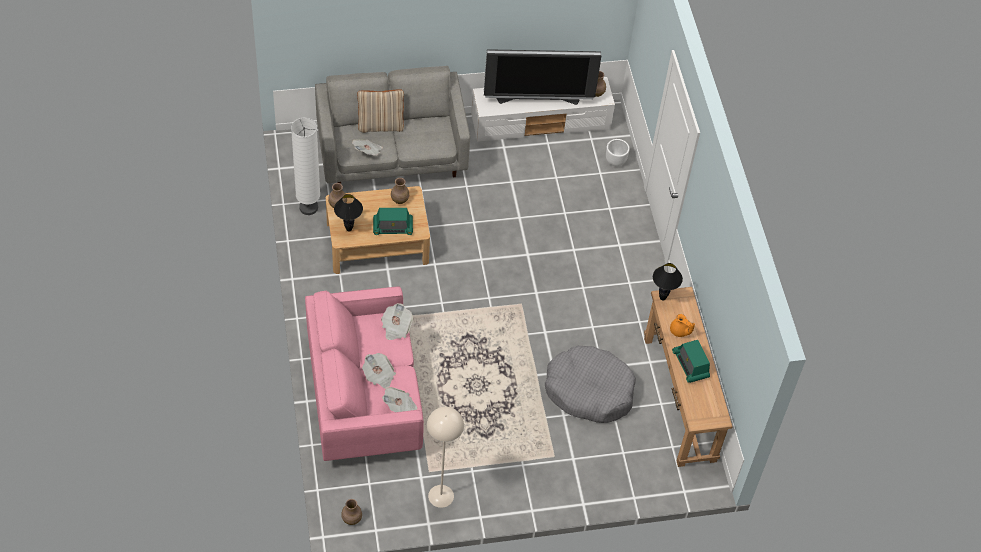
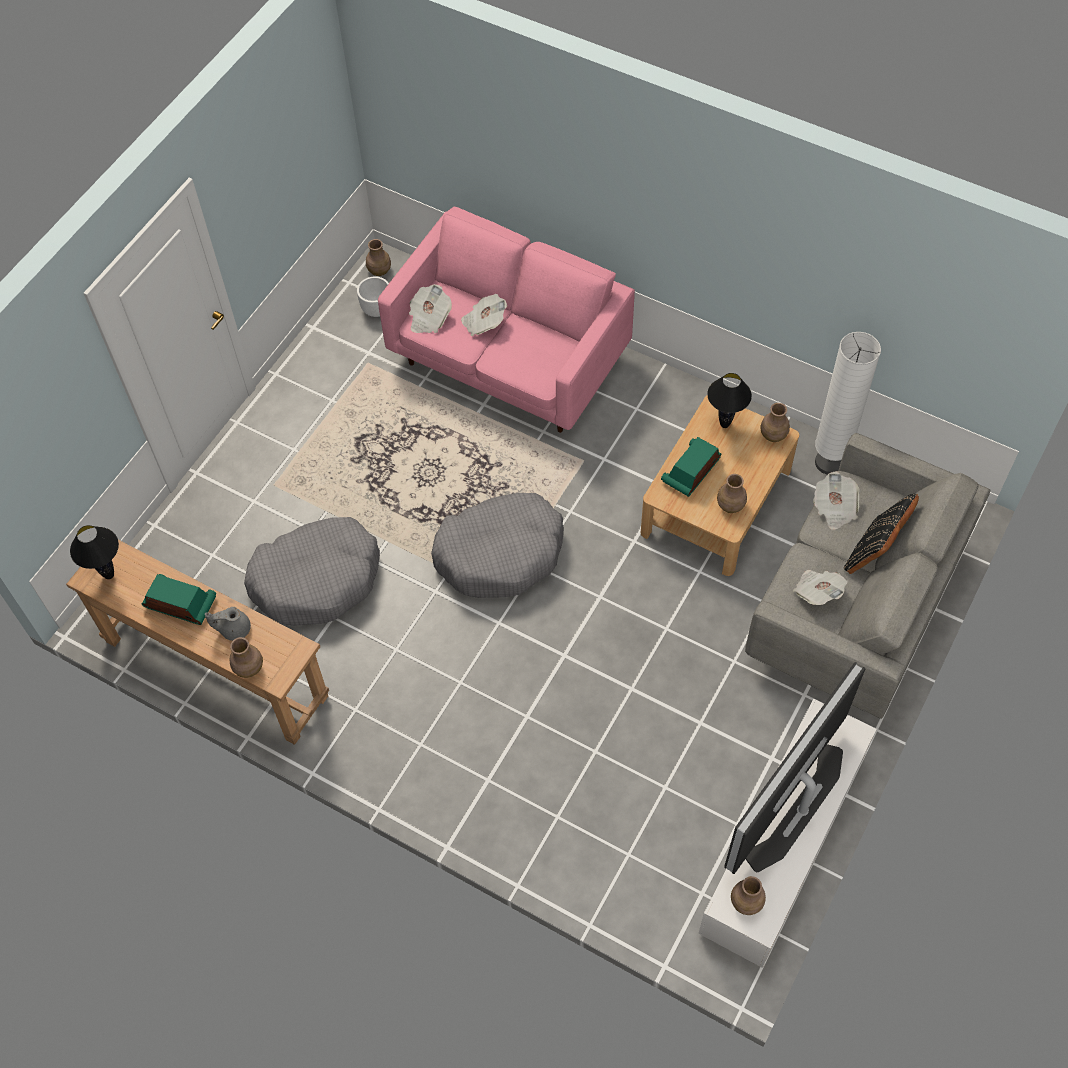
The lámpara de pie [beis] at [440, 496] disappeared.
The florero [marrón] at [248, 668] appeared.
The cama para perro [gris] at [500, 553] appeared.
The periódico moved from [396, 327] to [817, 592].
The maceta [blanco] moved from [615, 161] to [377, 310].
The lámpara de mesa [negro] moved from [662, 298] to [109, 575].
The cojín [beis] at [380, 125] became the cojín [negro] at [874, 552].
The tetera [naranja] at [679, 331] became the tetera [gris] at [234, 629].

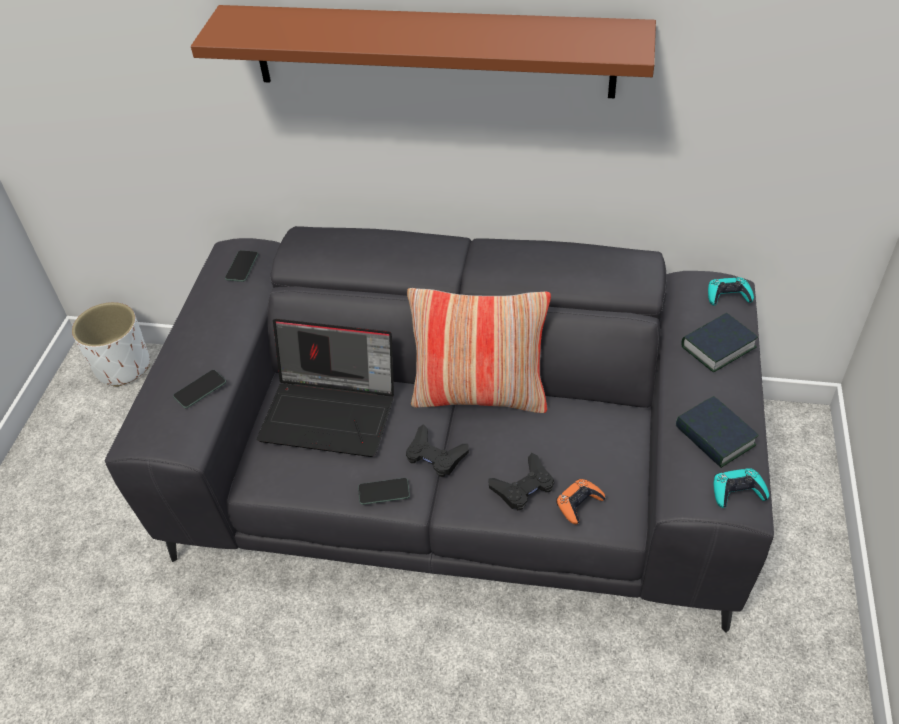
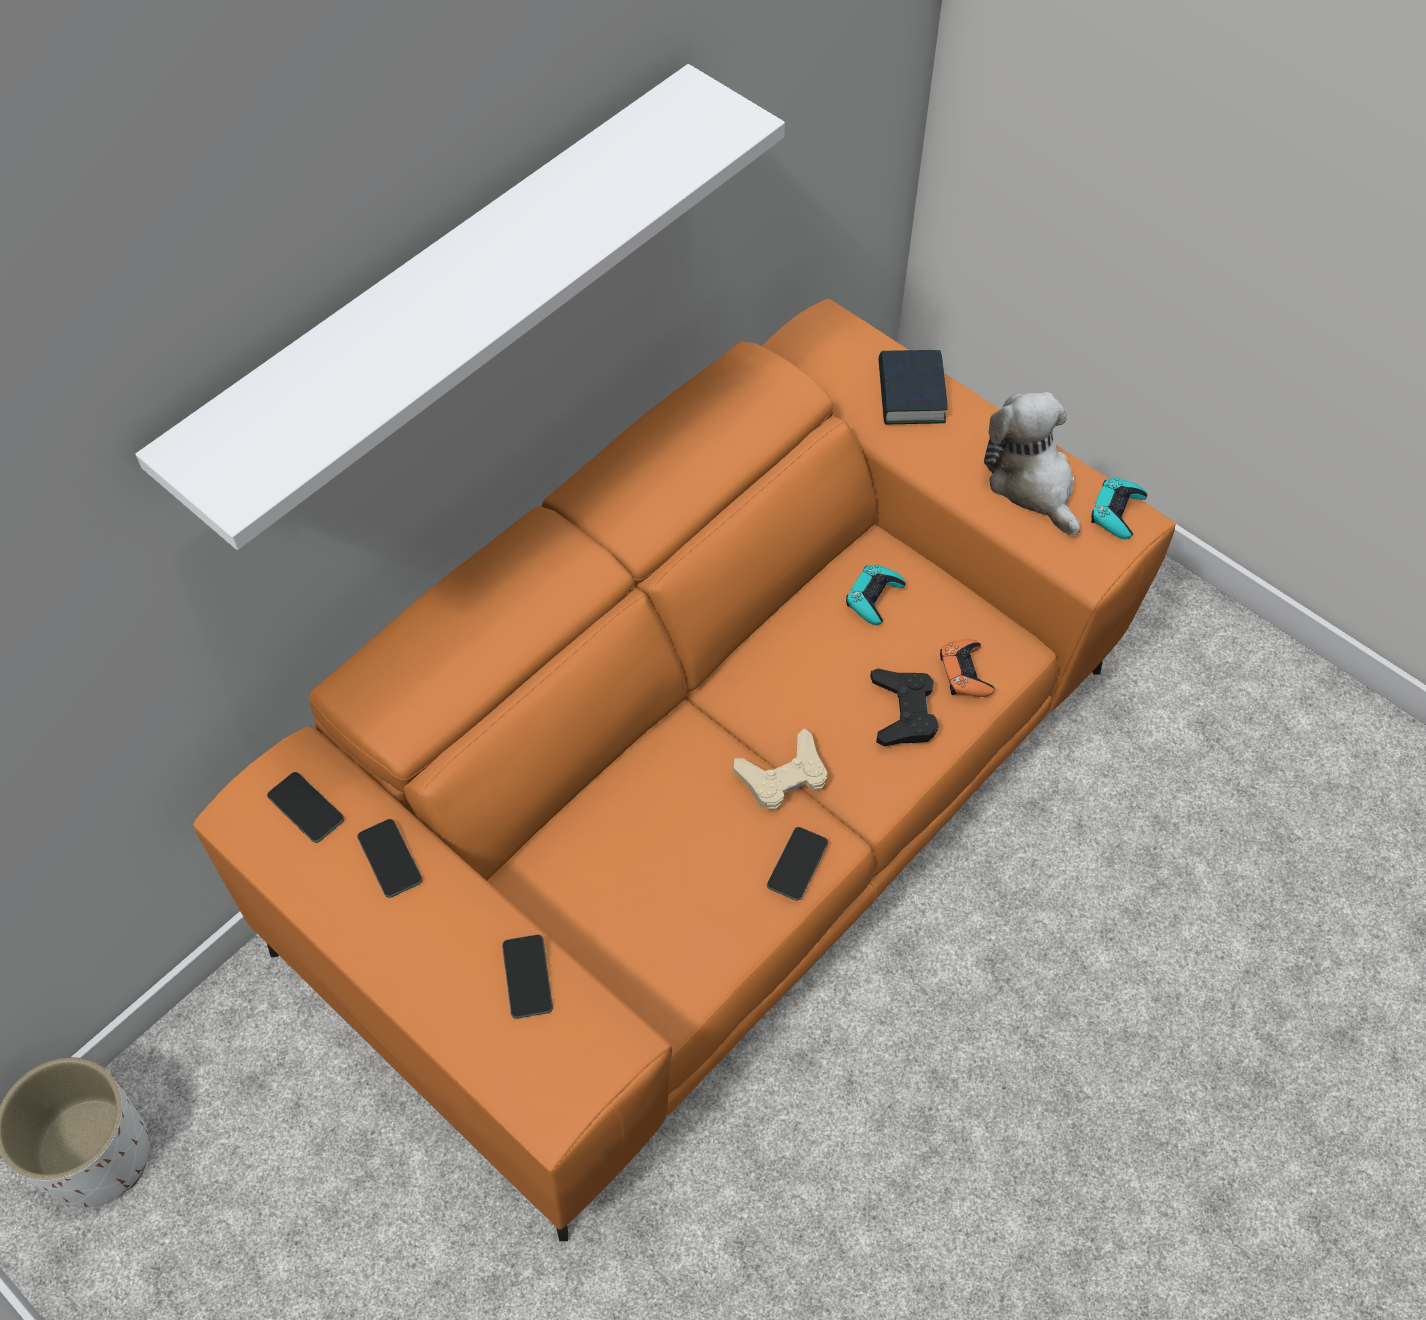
The portátil at [332, 412] disappeared.
The cojín at [480, 394] disappeared.
The móvil at [390, 858] appeared.
The mando de consola [turquesa] moved from [728, 295] to [874, 598].
The libro at [714, 437] was replaced by the peluche at [1032, 482].
The sofá [gris] at [459, 483] became the sofá [naranja] at [710, 808].
The estante [marrón] at [432, 51] became the estante [blanco] at [444, 292].
The mando de consola [negro] at [435, 455] became the mando de consola [beis] at [783, 776].

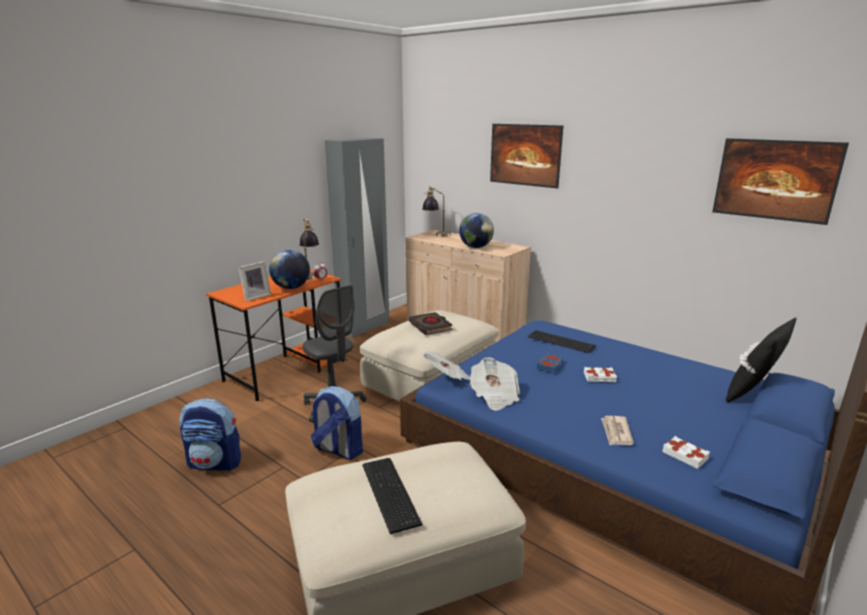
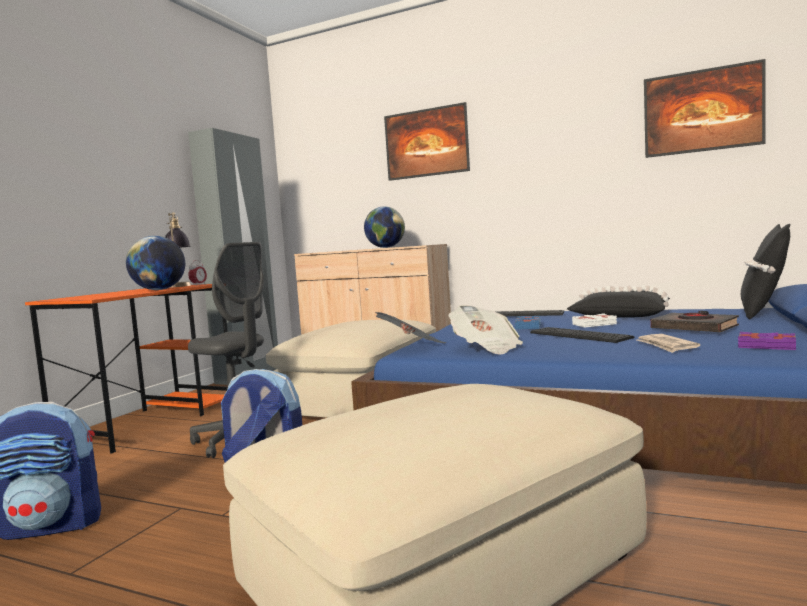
The portarretratos at [255, 296] disappeared.
The lámpara de mesa at [436, 234] disappeared.
The cojín [negro] at [621, 315] appeared.
The teclado moved from [388, 494] to [579, 335].
The libro [negro] moved from [430, 326] to [694, 328].
The libro [blanco] at [685, 455] became the libro [morado] at [766, 346].

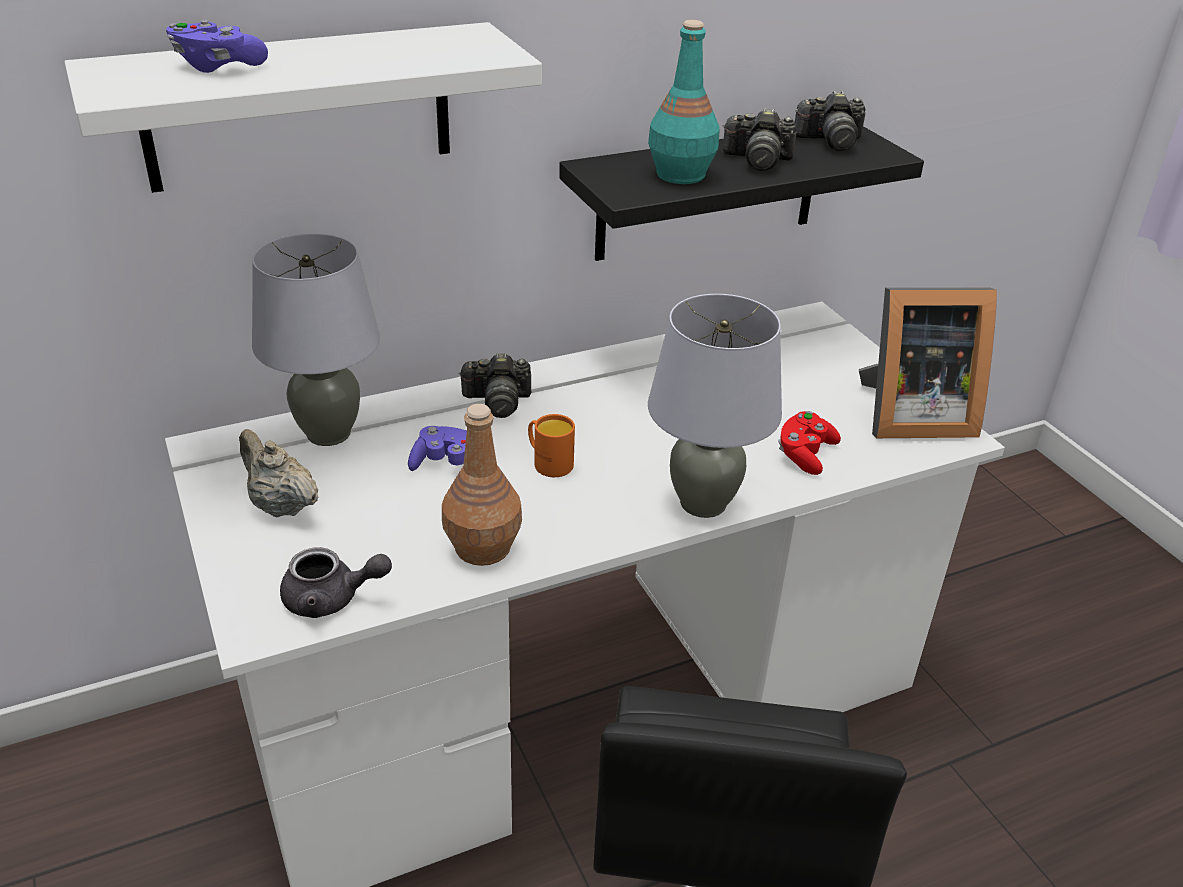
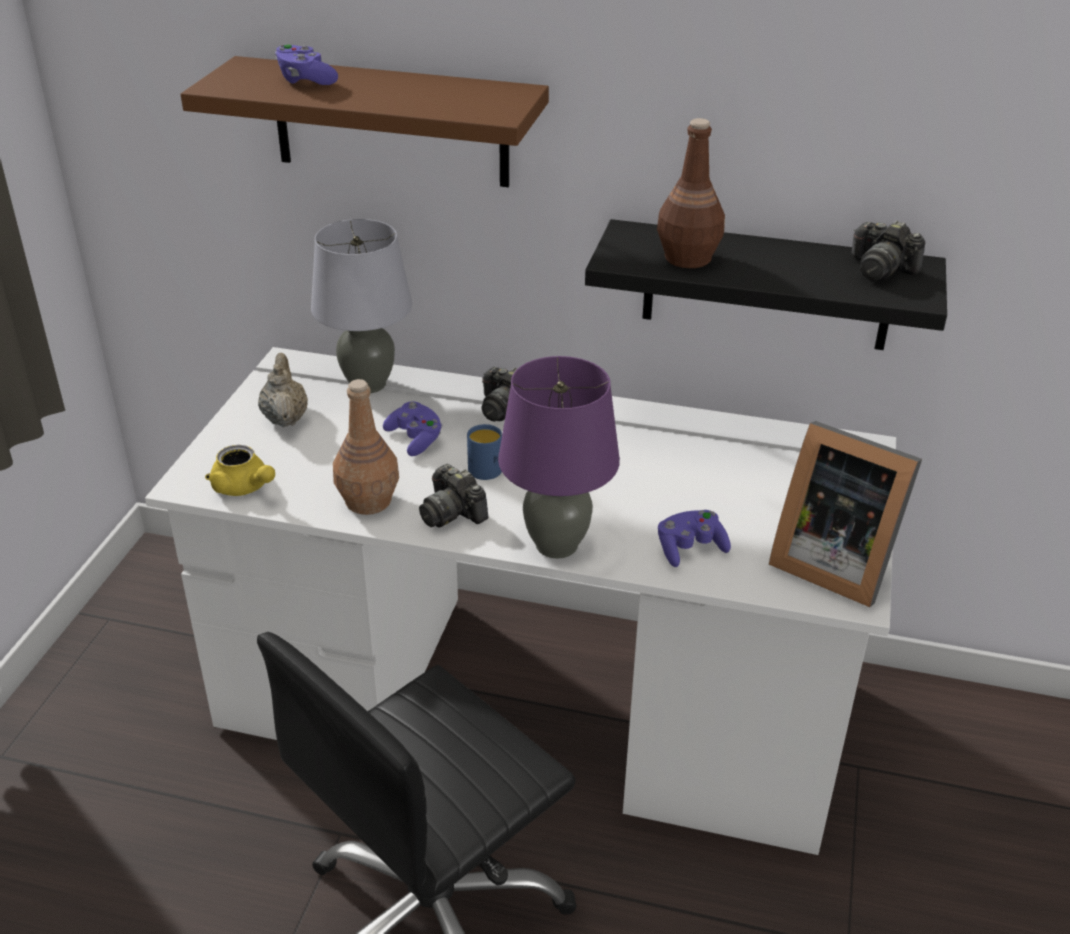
The cámara moved from [757, 160] to [452, 513].
The estante [blanco] at [299, 107] became the estante [marrón] at [390, 122].
The tetera [gris] at [331, 599] became the tetera [amarillo] at [244, 488].
The taza grande [naranja] at [548, 463] became the taza grande [azul] at [484, 466].
The botella [turquesa] at [680, 174] became the botella [marrón] at [687, 257].
The lámpara de mesa [gris] at [702, 503] became the lámpara de mesa [morado] at [556, 545].
The mando de consola [rojo] at [805, 454] became the mando de consola [morado] at [690, 549].

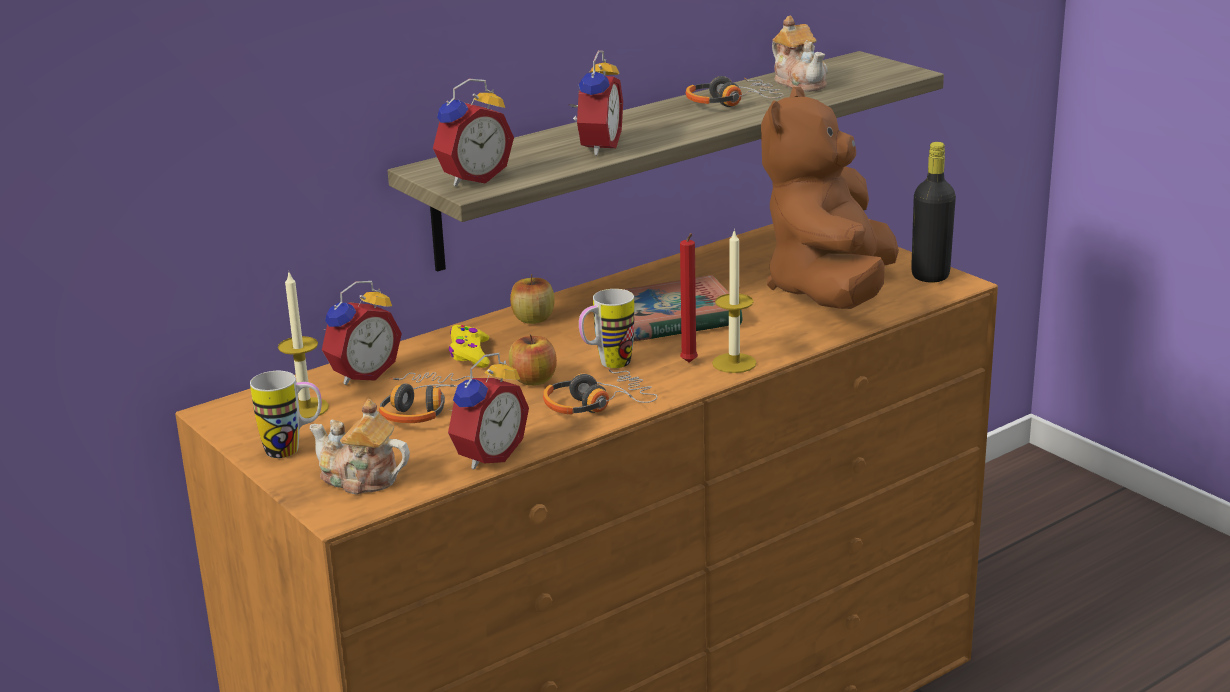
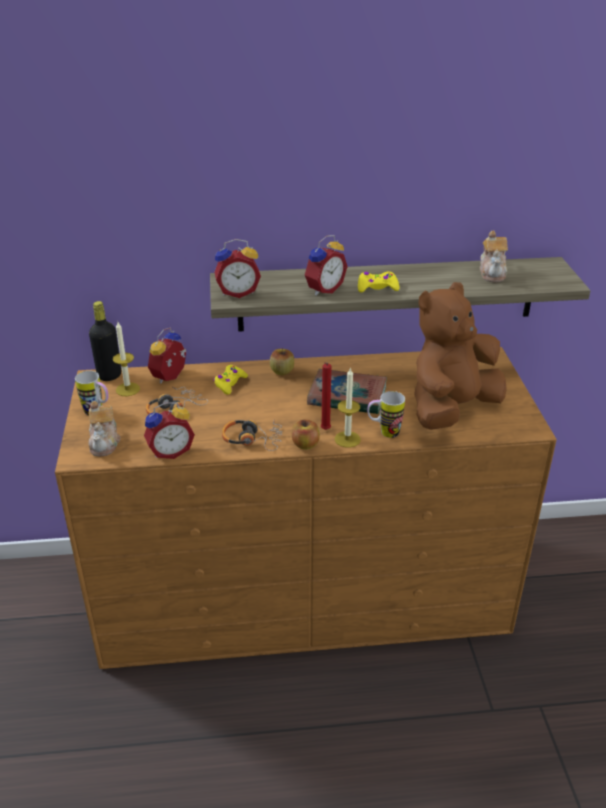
The auriculares at [731, 102] disappeared.
The mando de consola [amarillo] at [377, 287] appeared.
The manzana moved from [534, 380] to [305, 445].
The taza grande moved from [607, 365] to [384, 433].
The botella [negro] moved from [930, 276] to [109, 375].
The tetera at [360, 479] turned 150 degrees counterclockwise.
The despertador at [362, 374] turned 135 degrees clockwise.

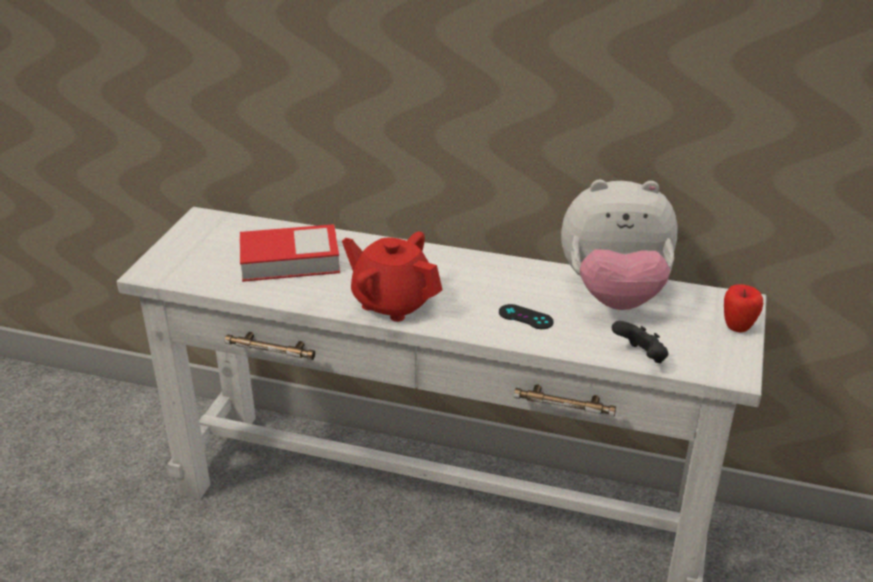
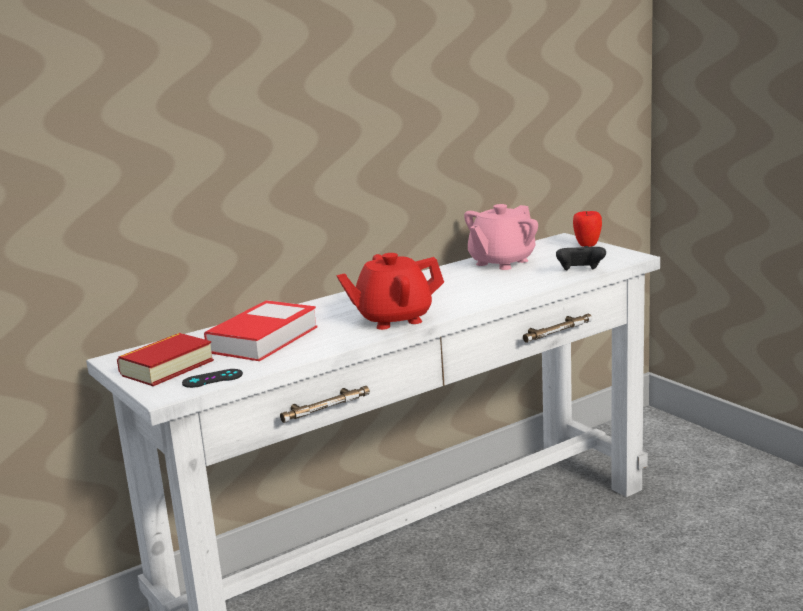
The libro at [167, 368] appeared.
The mando de consola [negro] moved from [525, 317] to [212, 379].
The peluche at [614, 295] was replaced by the tetera [rosa] at [501, 262].

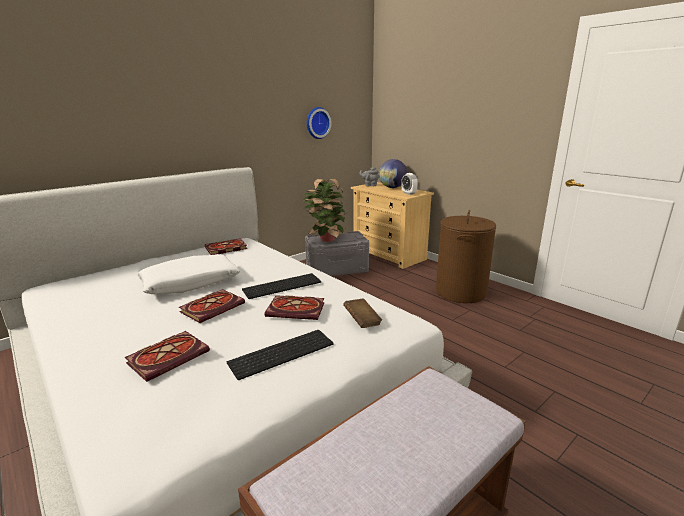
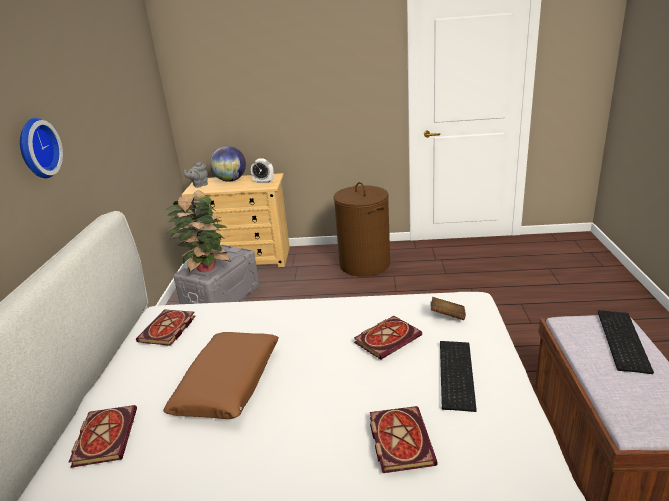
The libro moved from [213, 307] to [104, 436].
The teclado moved from [282, 285] to [620, 339].
The reloj de pared moved from [317, 123] to [36, 148].
The cojín [blanco] at [190, 283] became the cojín [marrón] at [228, 383].

